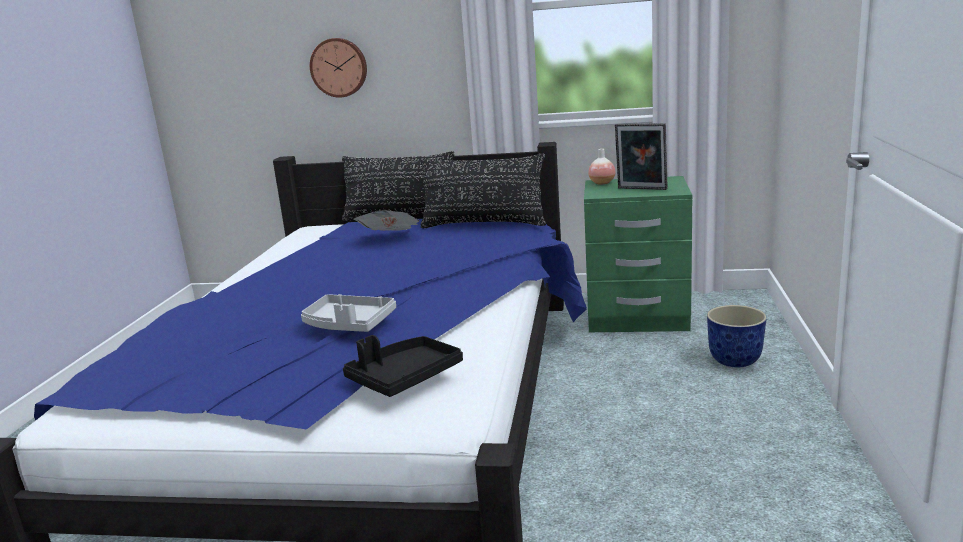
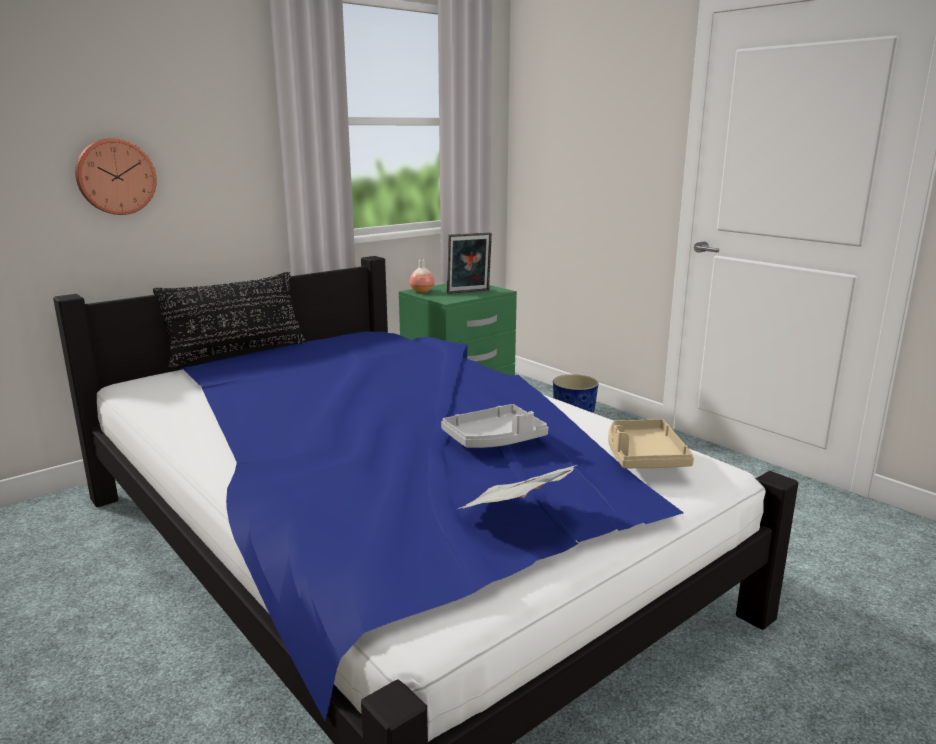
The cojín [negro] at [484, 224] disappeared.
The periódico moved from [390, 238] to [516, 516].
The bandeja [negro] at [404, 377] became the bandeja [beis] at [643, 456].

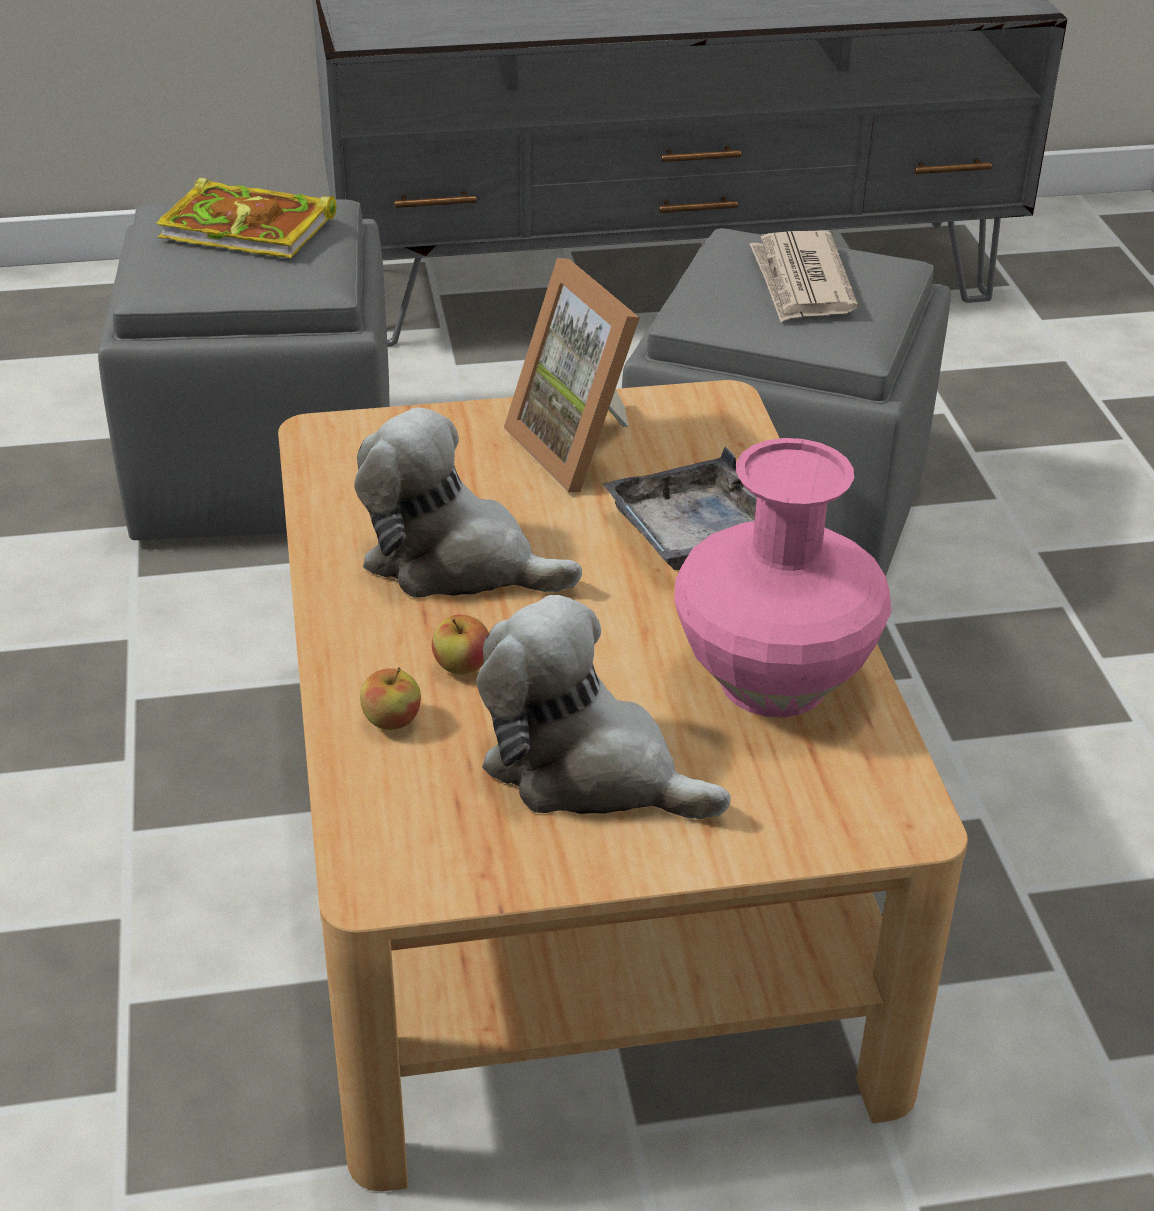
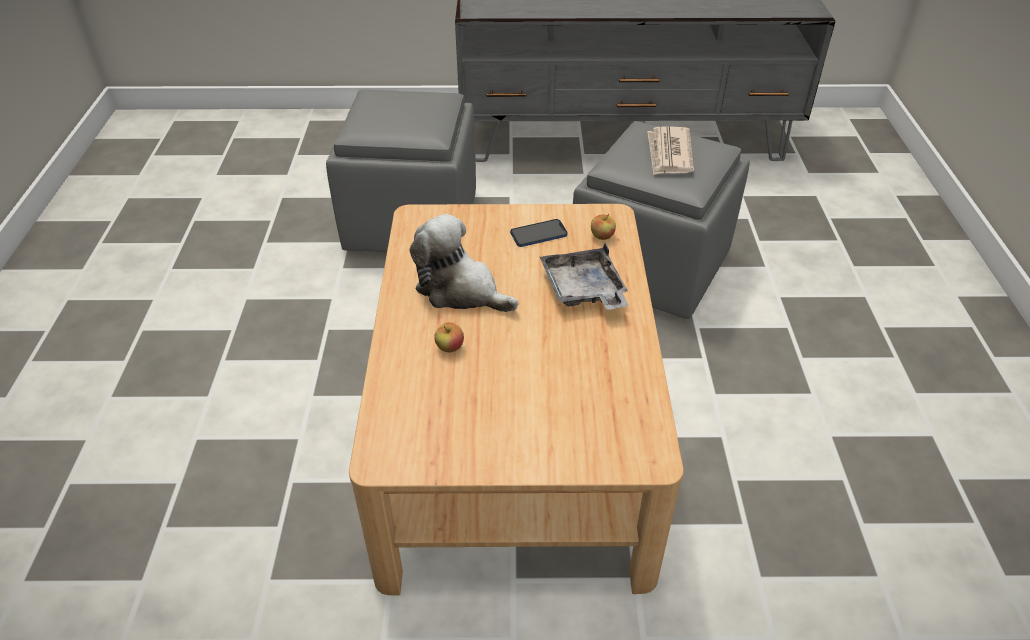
The libro at [251, 228] disappeared.
The peluche at [587, 770] disappeared.
The florero [rosa] at [771, 683] disappeared.
The manzana moved from [392, 721] to [602, 236].
The portarretratos at [583, 447] was replaced by the móvil at [538, 234].

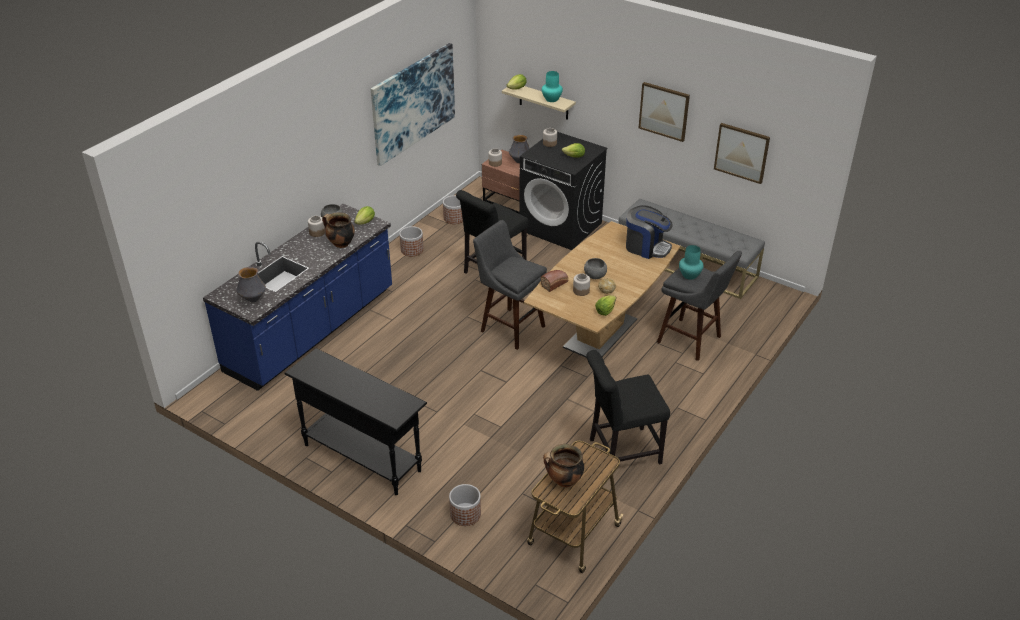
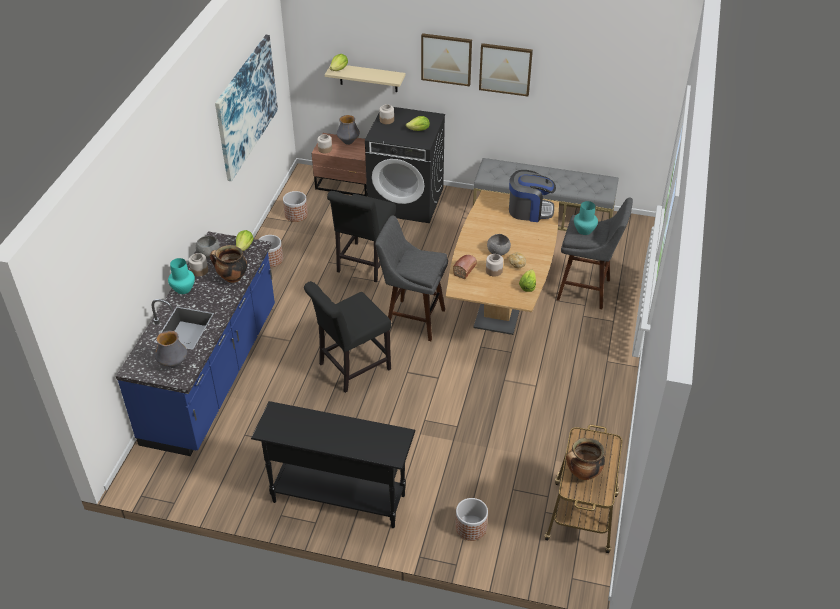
The florero [turquesa] moved from [552, 99] to [184, 289].
The silla [negro] moved from [621, 452] to [351, 368].
The cuadro moved from [742, 152] to [446, 59].

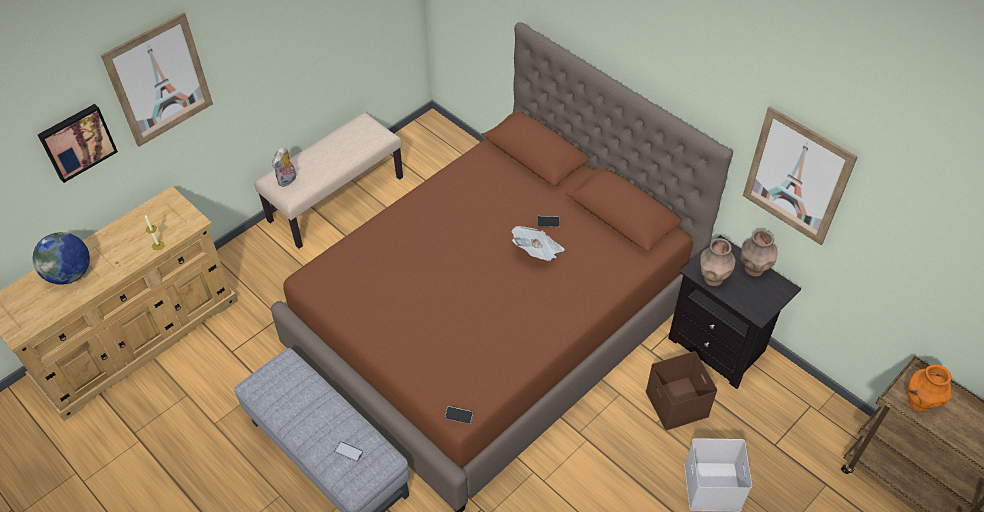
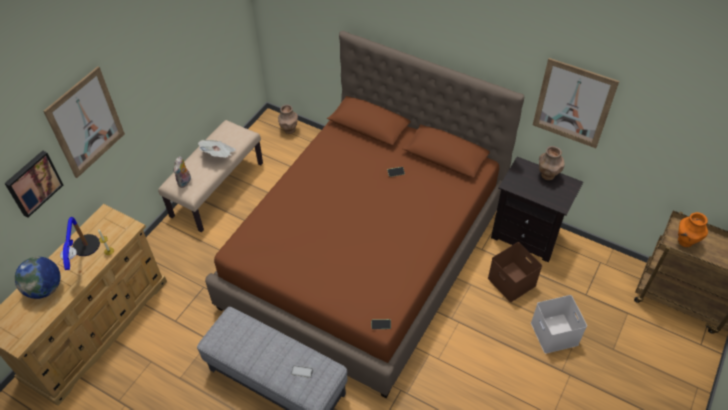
The lámpara de mesa at [85, 257] appeared.
The periódico moved from [537, 252] to [219, 154].
The florero [marrón] moved from [712, 278] to [289, 130].

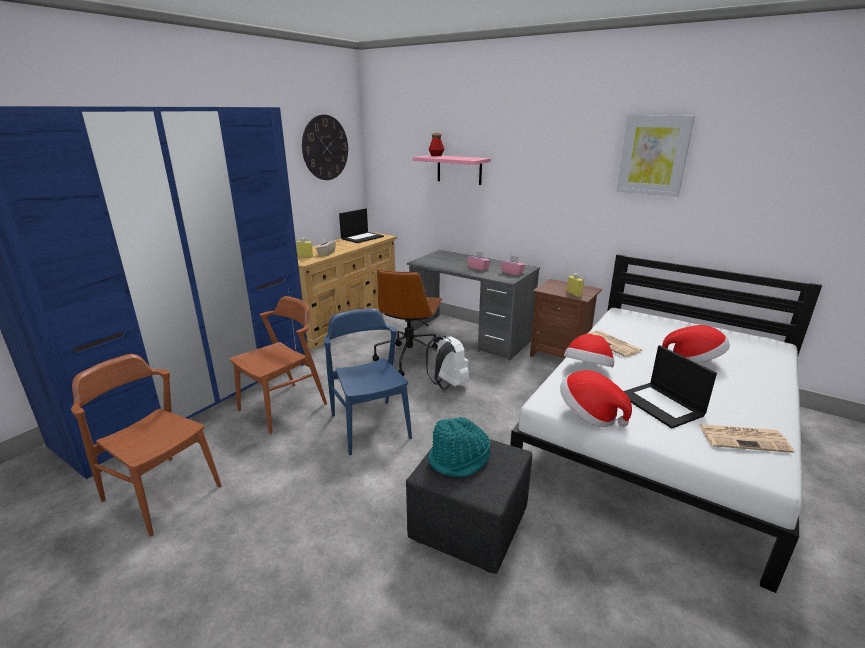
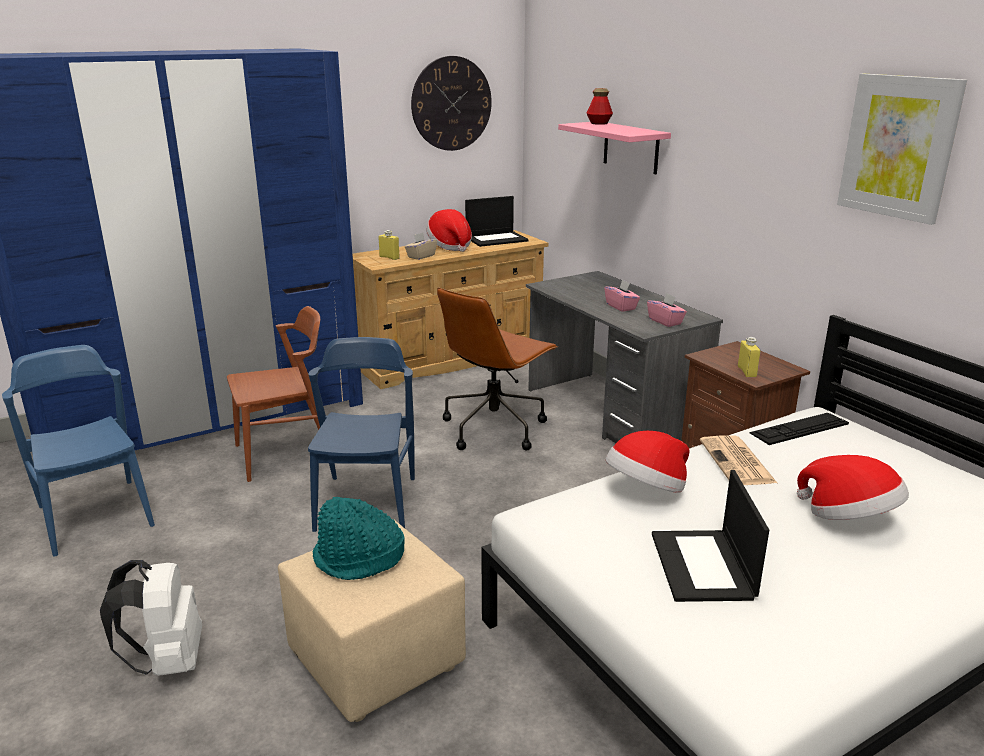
The periódico at [744, 438] disappeared.
The teclado at [799, 428] appeared.
The mochila [blanco] moved from [447, 384] to [167, 661].
The sombrero moved from [589, 415] to [450, 246].
The silla [marrón] at [162, 493] became the silla [azul] at [95, 515].
The puf [negro] at [470, 527] became the puf [beis] at [378, 661].

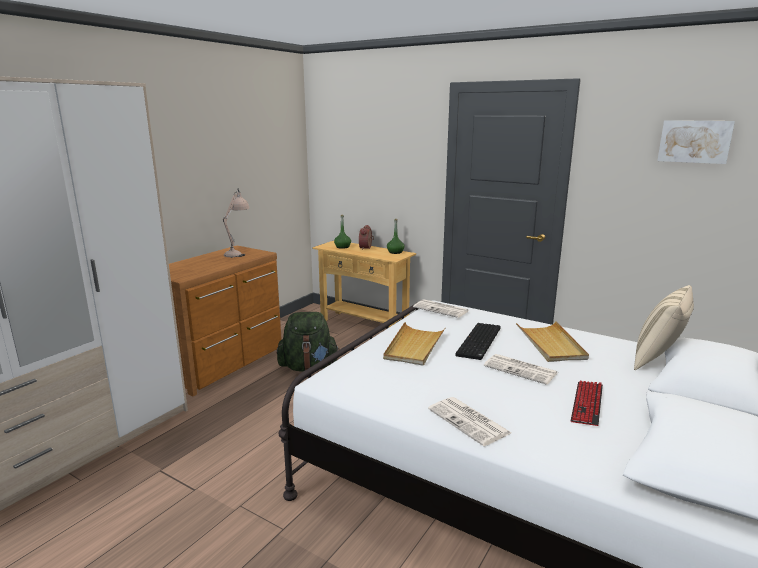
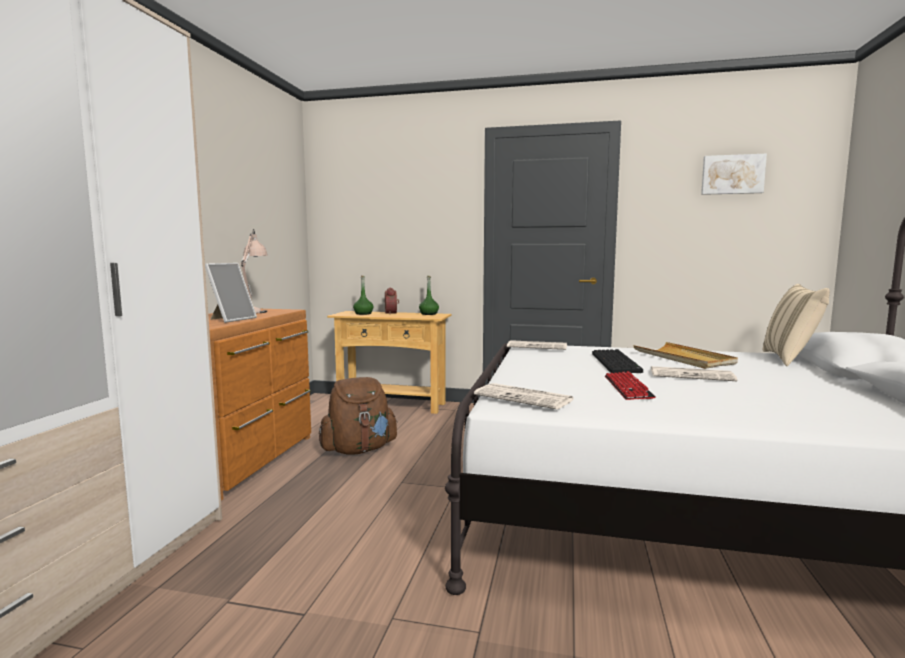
The bandeja [beis] at [414, 346] disappeared.
The portarretratos at [231, 319] appeared.
The periódico moved from [469, 421] to [525, 398].
The teclado moved from [587, 404] to [627, 388].
The mochila [verde] at [308, 367] became the mochila [marrón] at [359, 450].

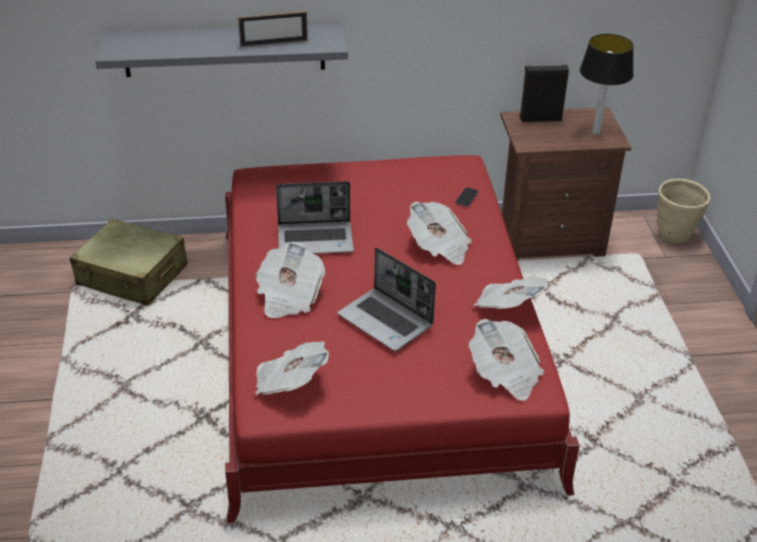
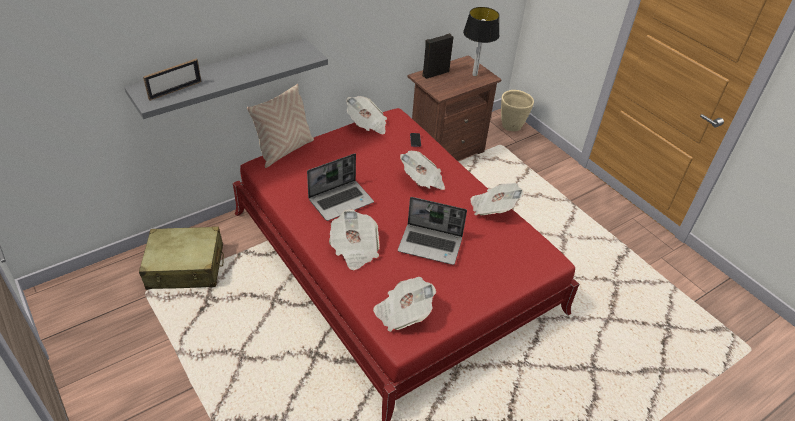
The cojín [beis] at [284, 150] appeared.
The portarretratos moved from [274, 43] to [175, 90].
The periódico moved from [505, 374] to [367, 125].

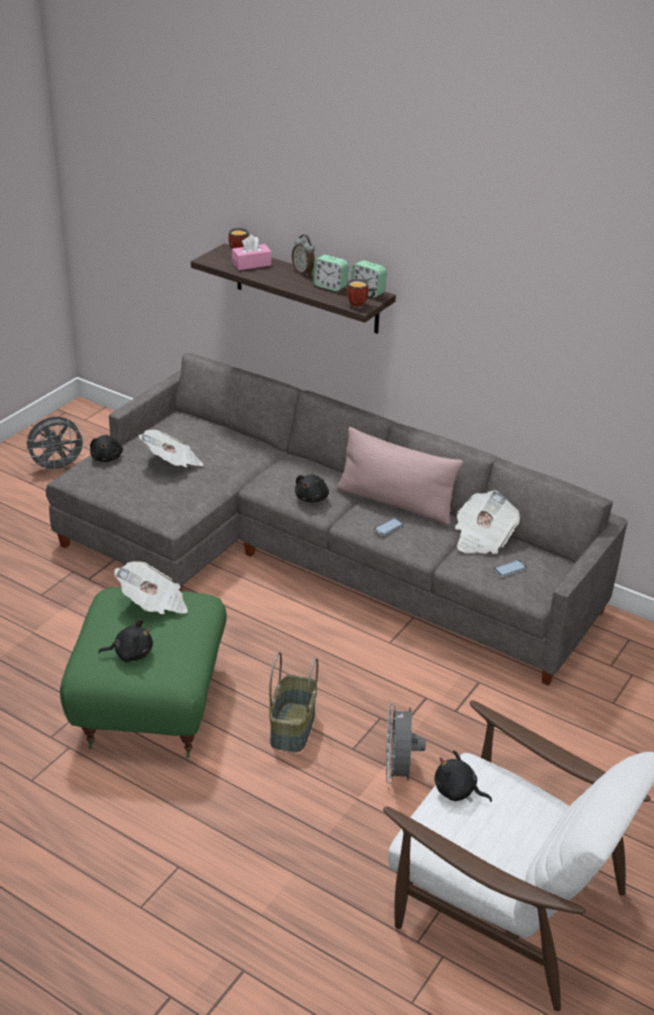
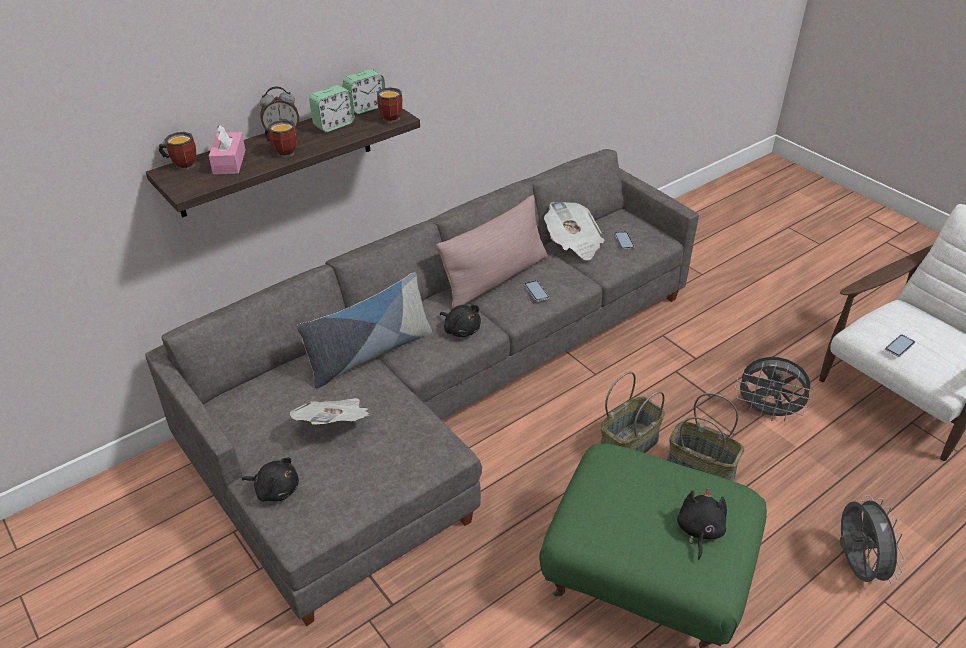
The periódico at [154, 604] disappeared.
The taza grande at [283, 151] appeared.
The cojín at [369, 354] appeared.
The cesta at [628, 444] appeared.
The ventilador [gris] moved from [58, 468] to [854, 566].
The peluche [negro] at [457, 791] was replaced by the móvil at [899, 346].

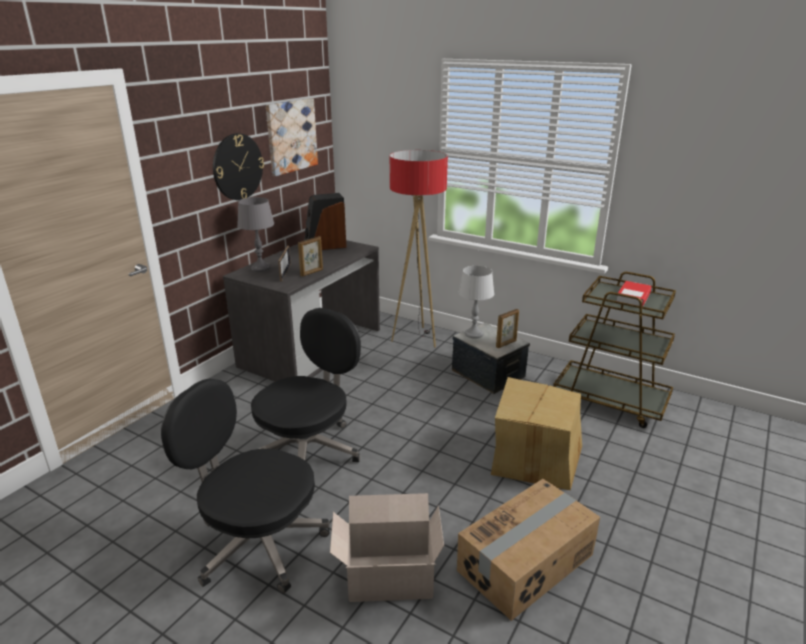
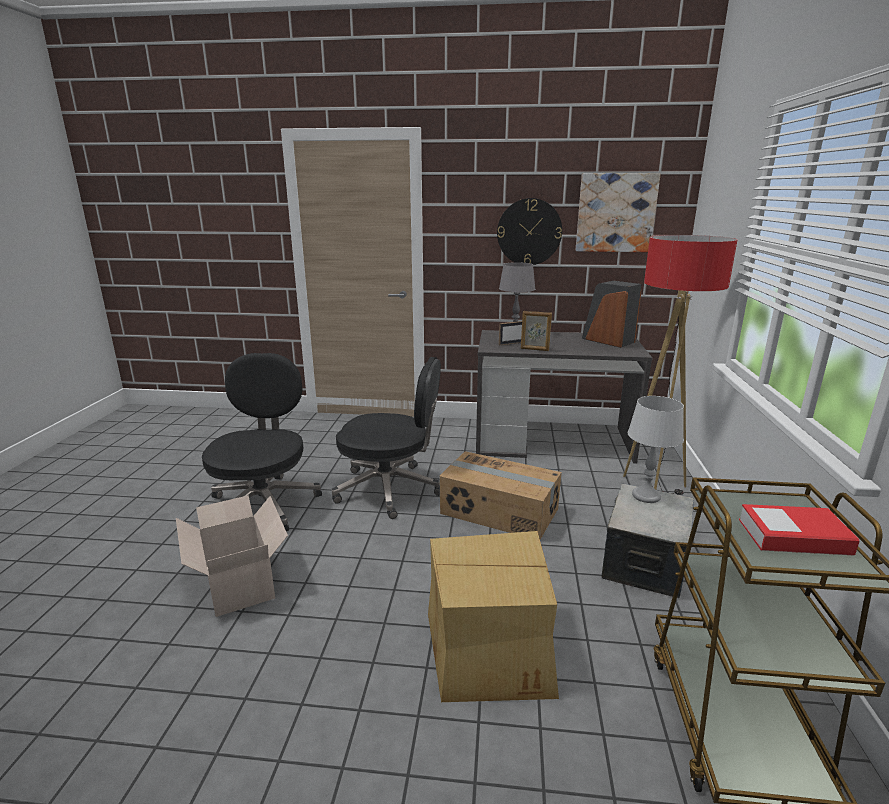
The portarretratos at [506, 344] disappeared.
The caja de cartón moved from [526, 563] to [499, 512].

